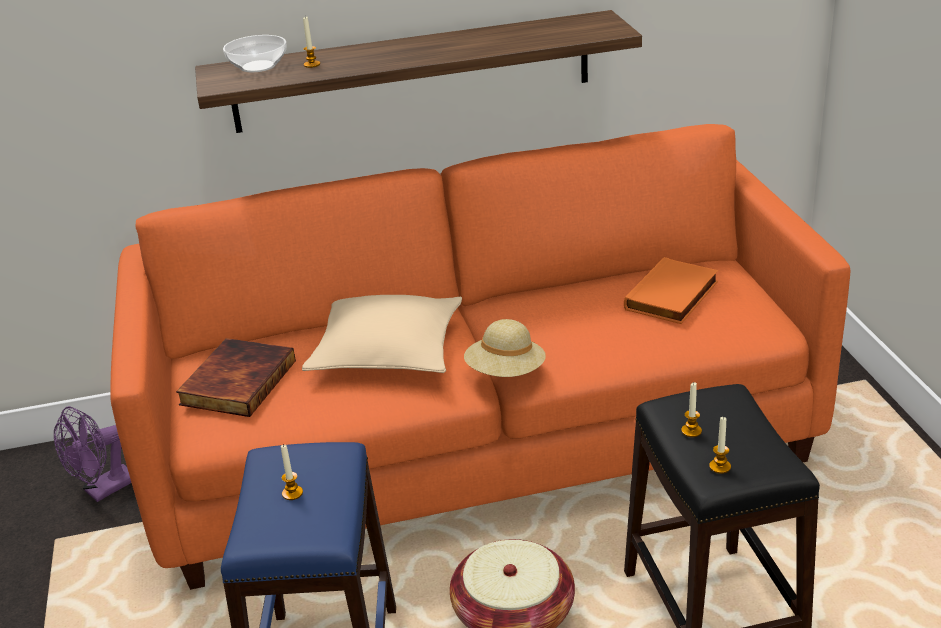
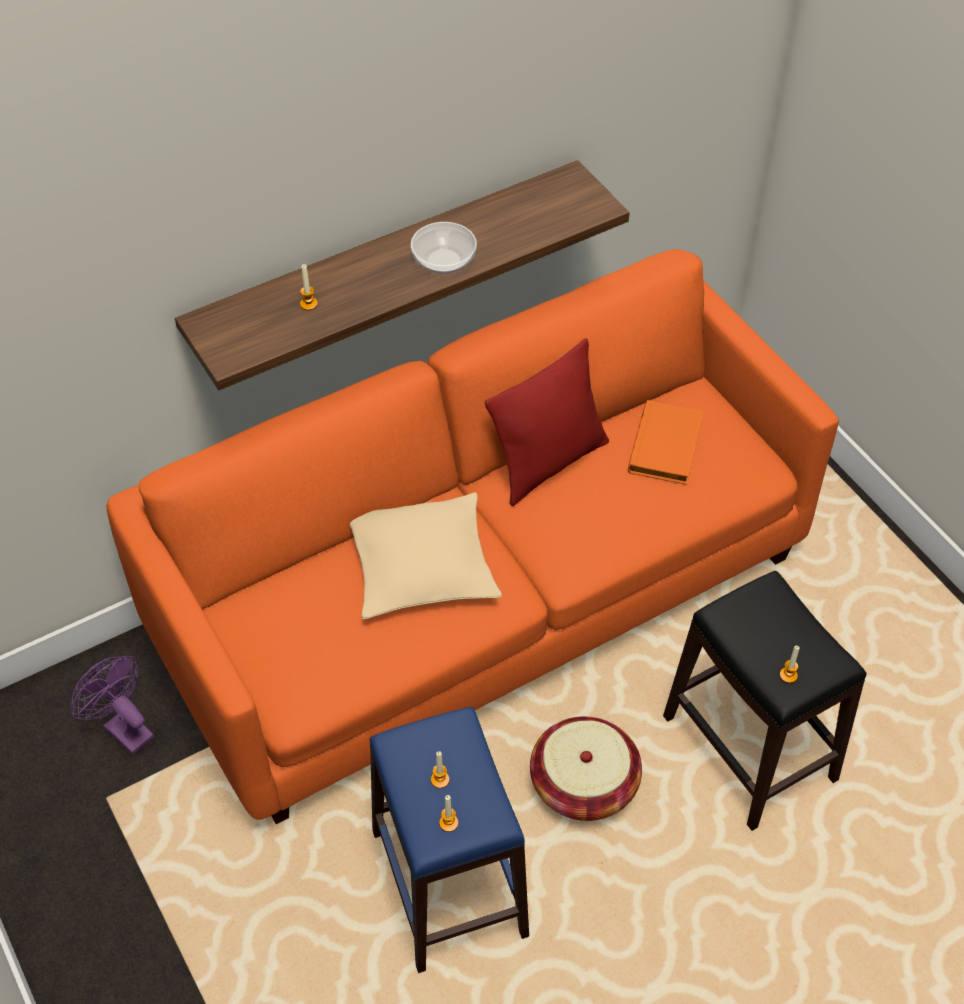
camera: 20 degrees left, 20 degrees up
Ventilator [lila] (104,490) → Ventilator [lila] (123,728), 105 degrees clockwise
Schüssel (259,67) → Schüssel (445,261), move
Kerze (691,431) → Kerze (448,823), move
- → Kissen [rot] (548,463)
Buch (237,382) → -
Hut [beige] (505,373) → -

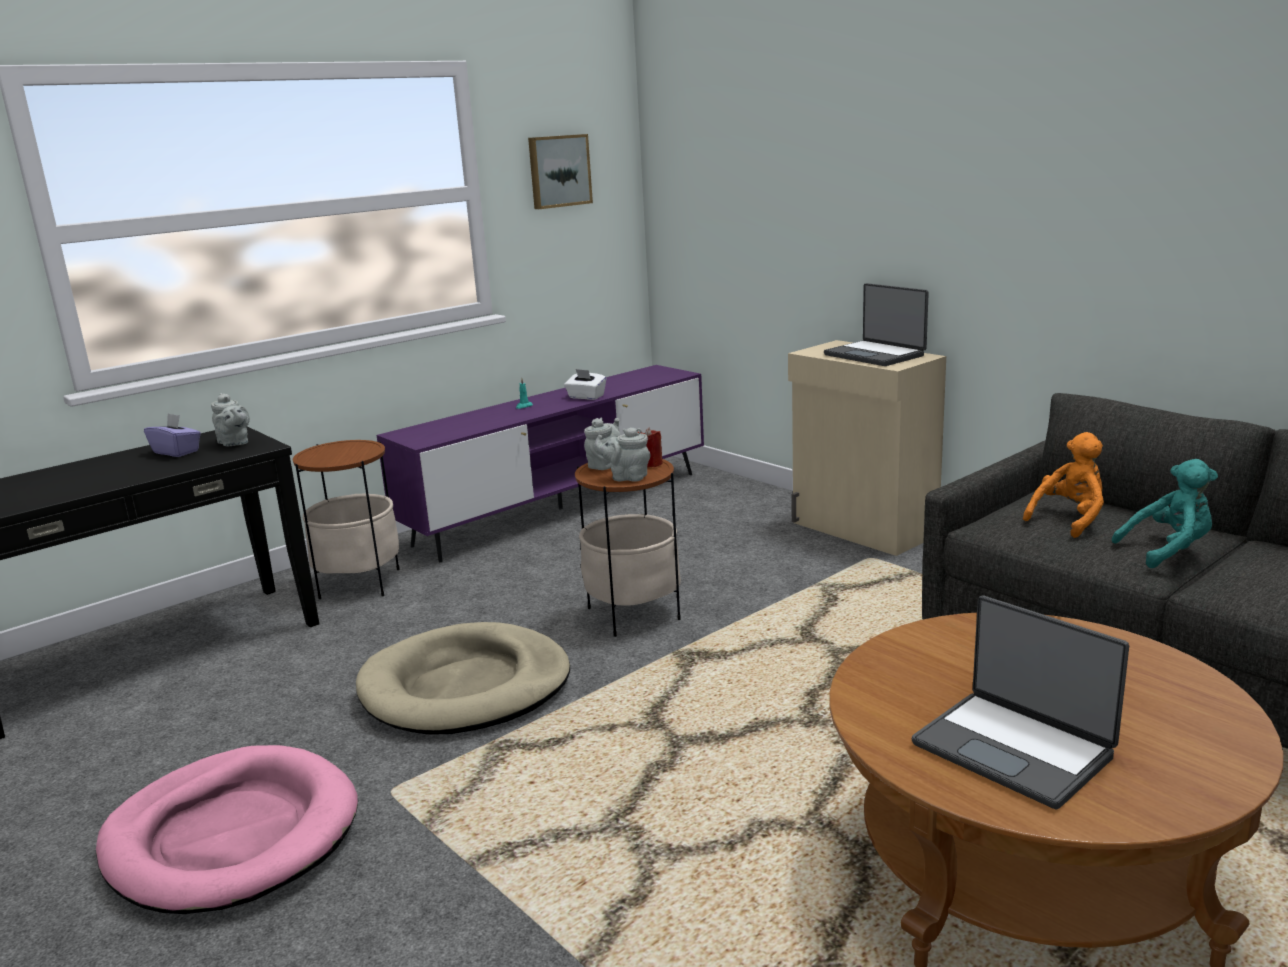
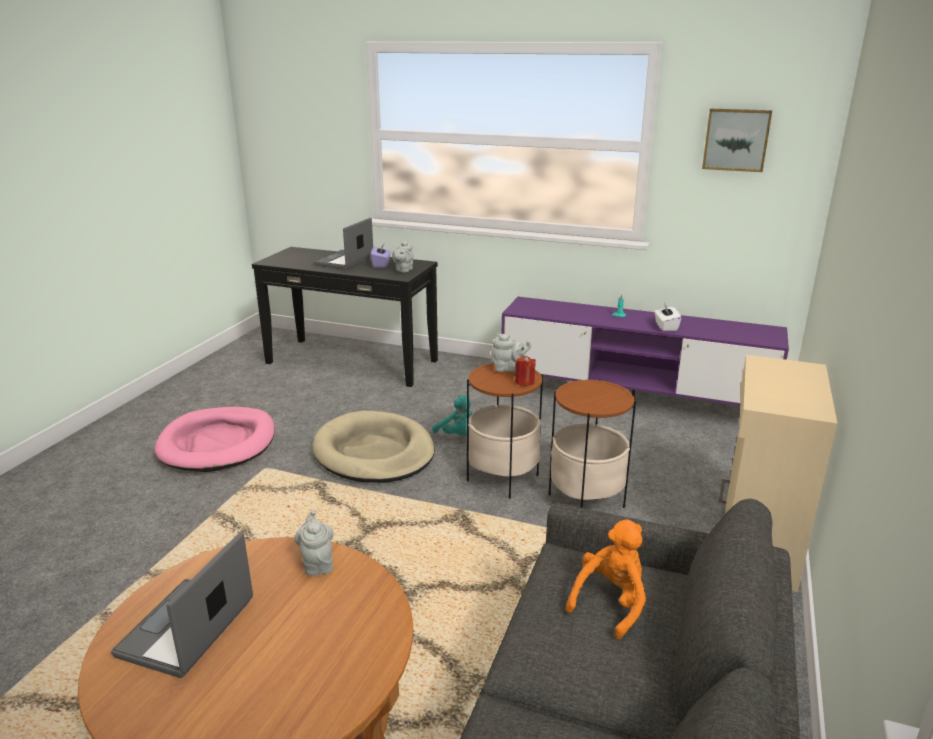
camera: 60 degrees right, 5 degrees up
Teekanne [grau] (626,477) → Teekanne [grau] (317,563), move
Laptop (875,355) → Laptop (345,261), move
Plüschtier [türkis] (1168,551) → Plüschtier [türkis] (459,436), move
Beistelltisch (360,583) → Beistelltisch (586,500), move
Plüschtier [orange] (1069,519) → Plüschtier [orange] (610,603), 75 degrees counterclockwise

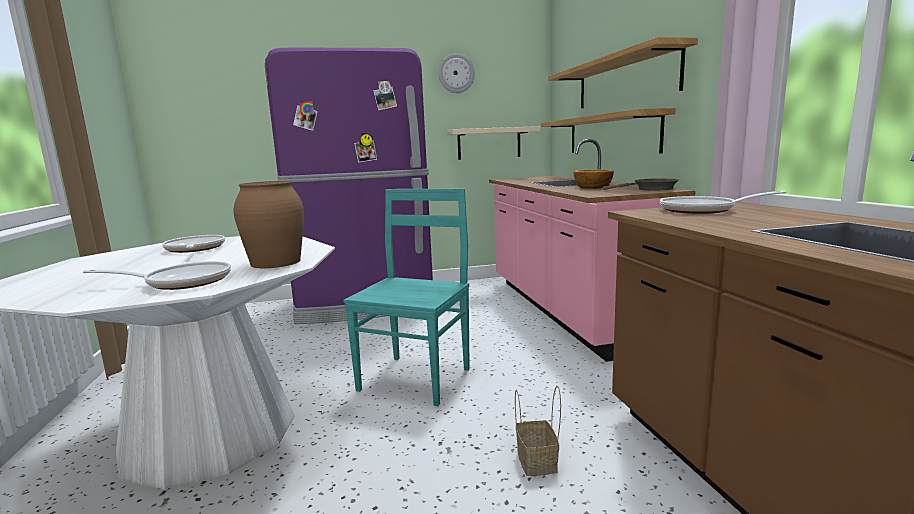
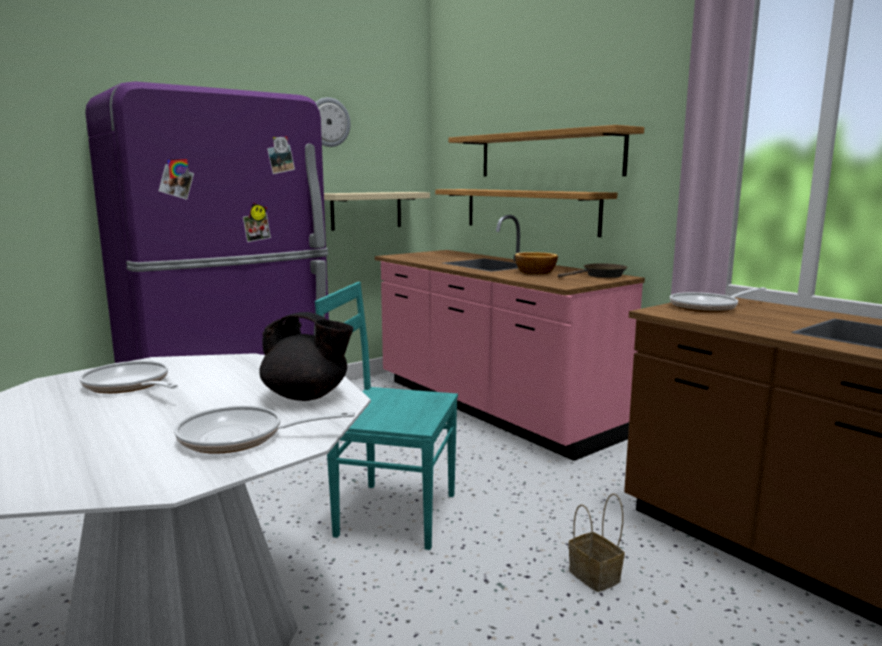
camera: 25 degrees left, 0 degrees up
Pfanne (182,282) → Pfanne (240,437), 150 degrees counterclockwise
Vase [braun] (275,262) → Teekanne [schwarz] (307,396)
Stuhl [türkis] (416,378) → Stuhl [türkis] (393,514), 75 degrees counterclockwise

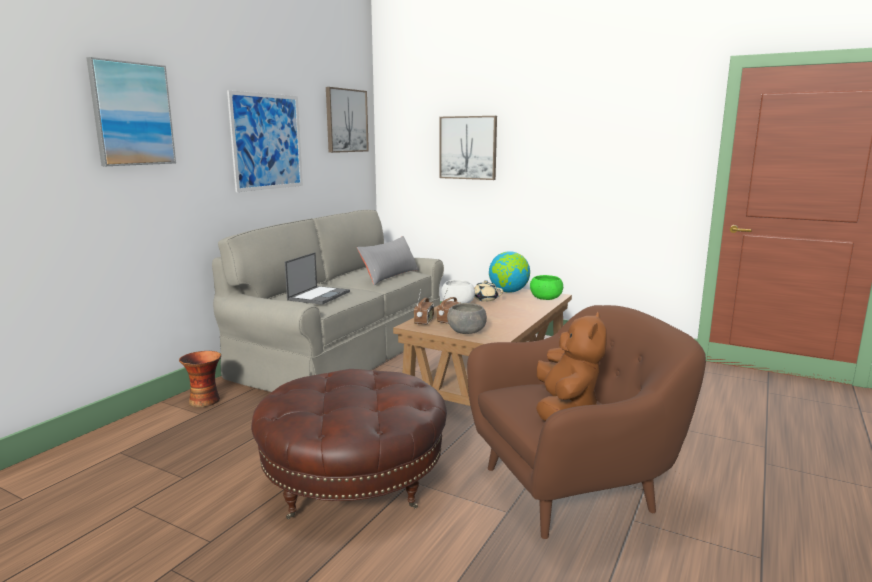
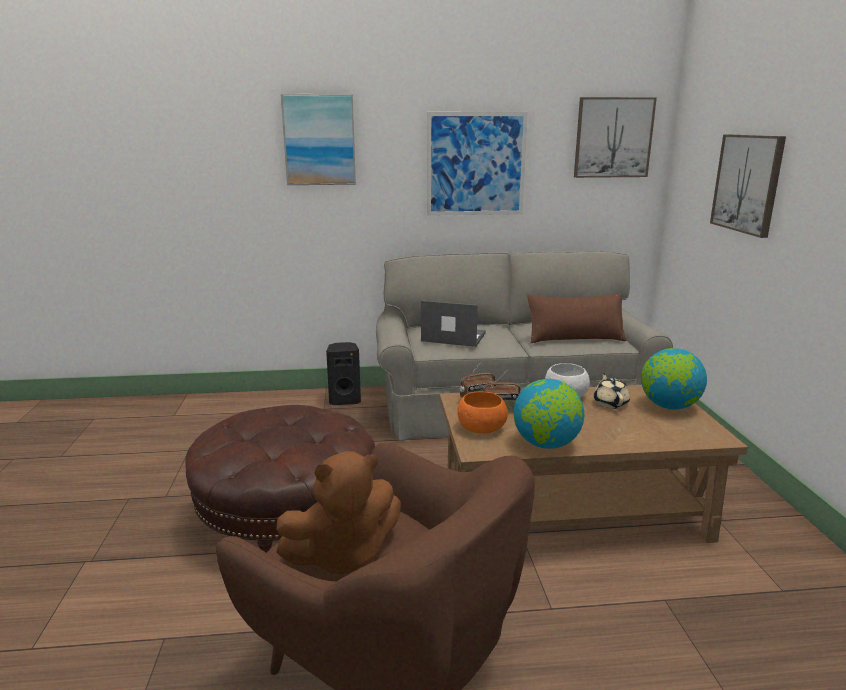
camera: 55 degrees right, 5 degrees up
Vase (205,400) → Lautsprecher [schwarz] (345,400)
Laptop (319,295) → Laptop (452,337), 150 degrees counterclockwise
Schüssel [grau] (466,331) → Schüssel [orange] (481,428)
- → Globus (546,444)
Kissen [grau] (389,276) → Kissen [braun] (574,338)
Schüssel [grün] (546,298) → -

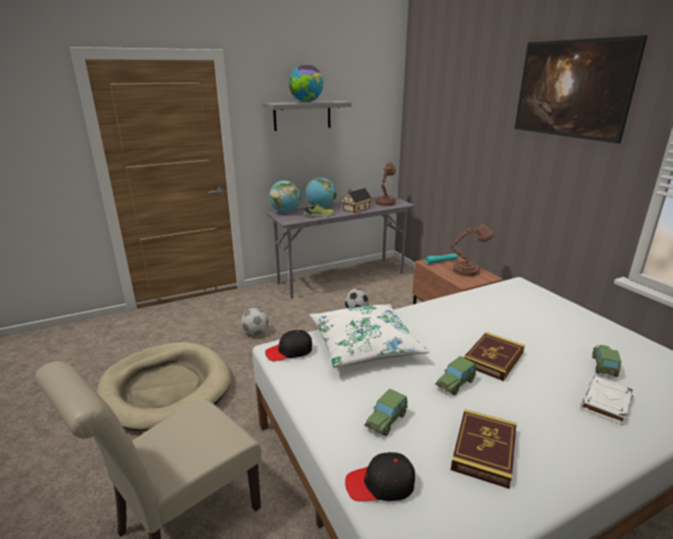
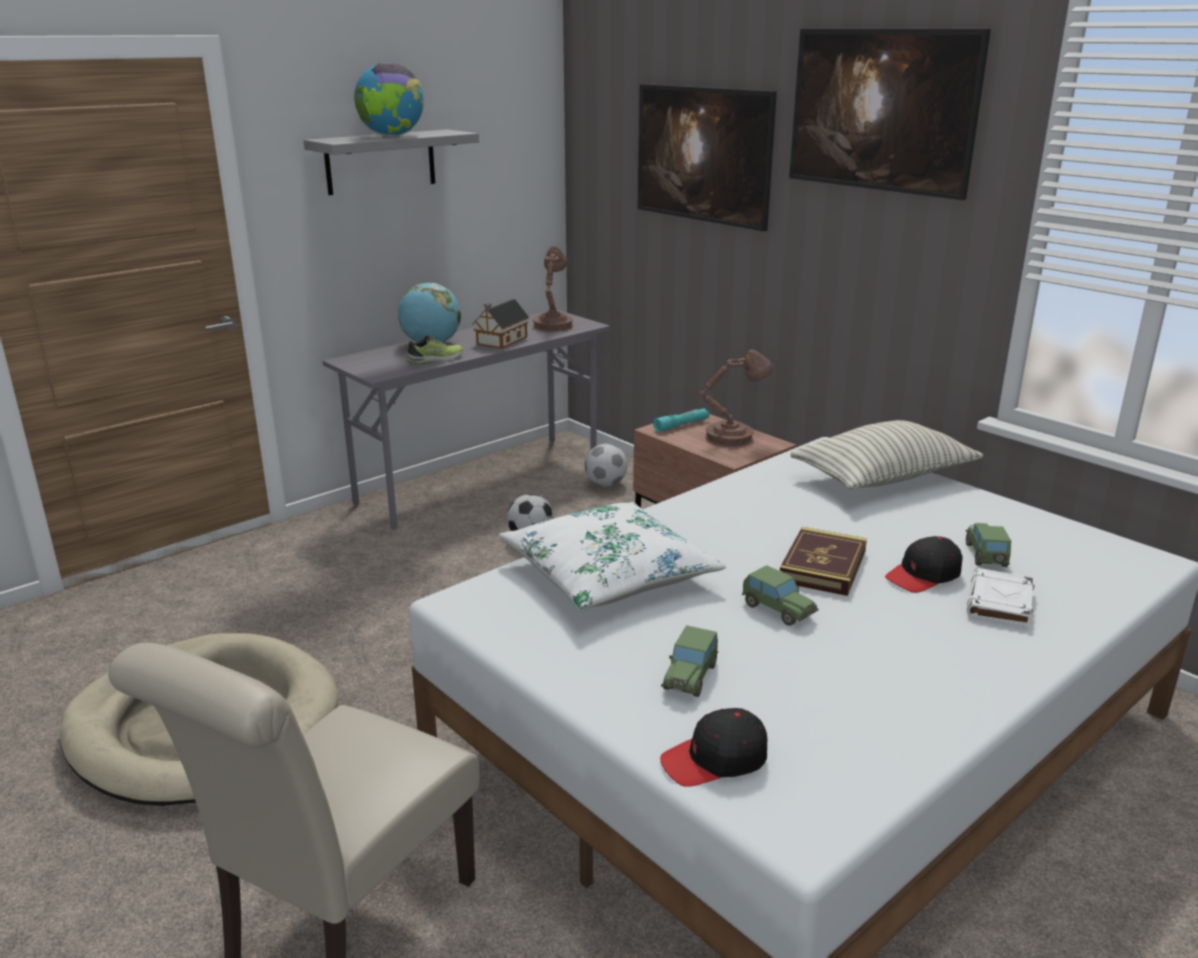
camera: 15 degrees left, 0 degrees up
Fußball (255,333) → Fußball (606,484), move
- → Bild (701,187)
Spielzeugauto (455,383) → Spielzeugauto (777,609), 75 degrees counterclockwise
- → Kissen (883,478)
Kappe [schwarz] (289,351) → Kappe [schwarz] (923,575), move
Globus (285,212) → -
Buch (484,450) → -

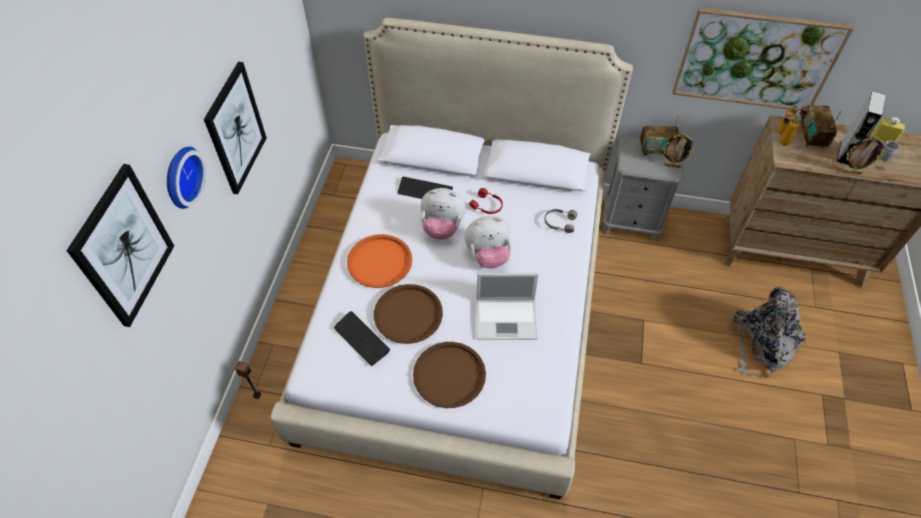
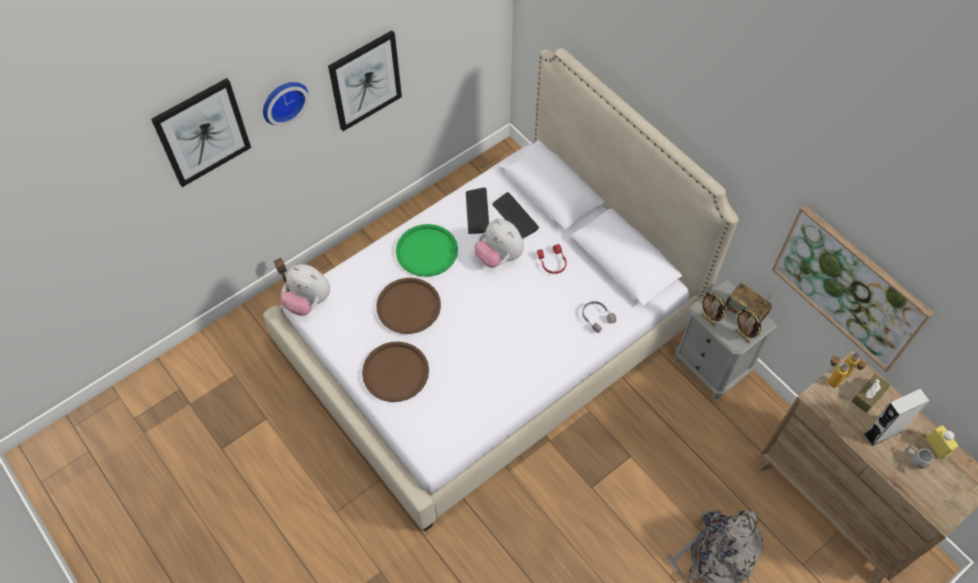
camera: 40 degrees right, 5 degrees up
Plüschtier (488,255) → Plüschtier (308,301), move
Tablett [orange] (379,261) → Tablett [grün] (427,251)
Tastatur (361,339) → Tastatur (477,212), move
Bilderrahmen (851,172) → Bilderrahmen (708,320), move
Radio (811,137) → Taschentuchbox [braun] (868,396)
Laptop (507,319) → -

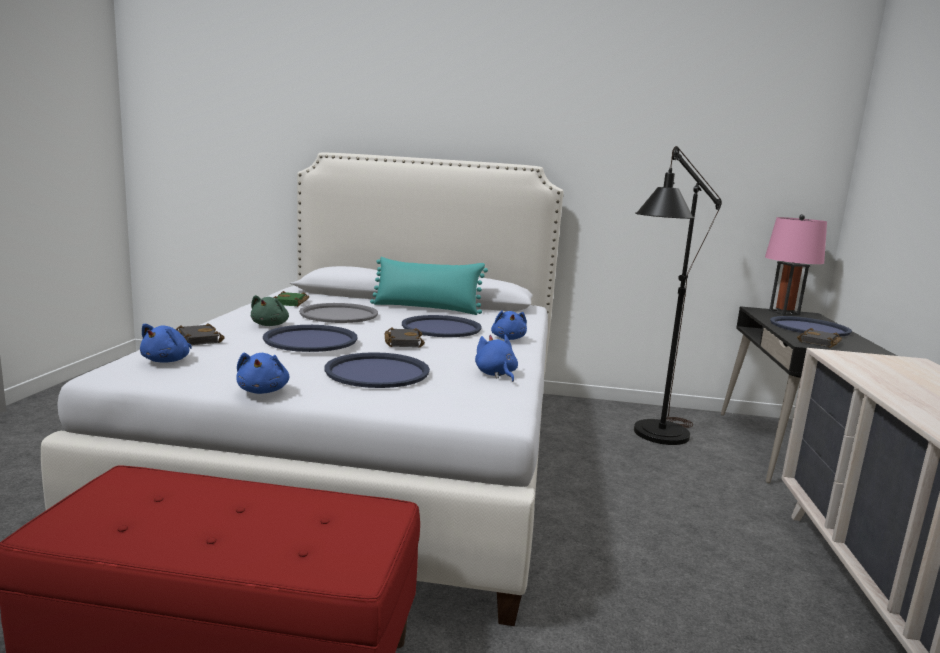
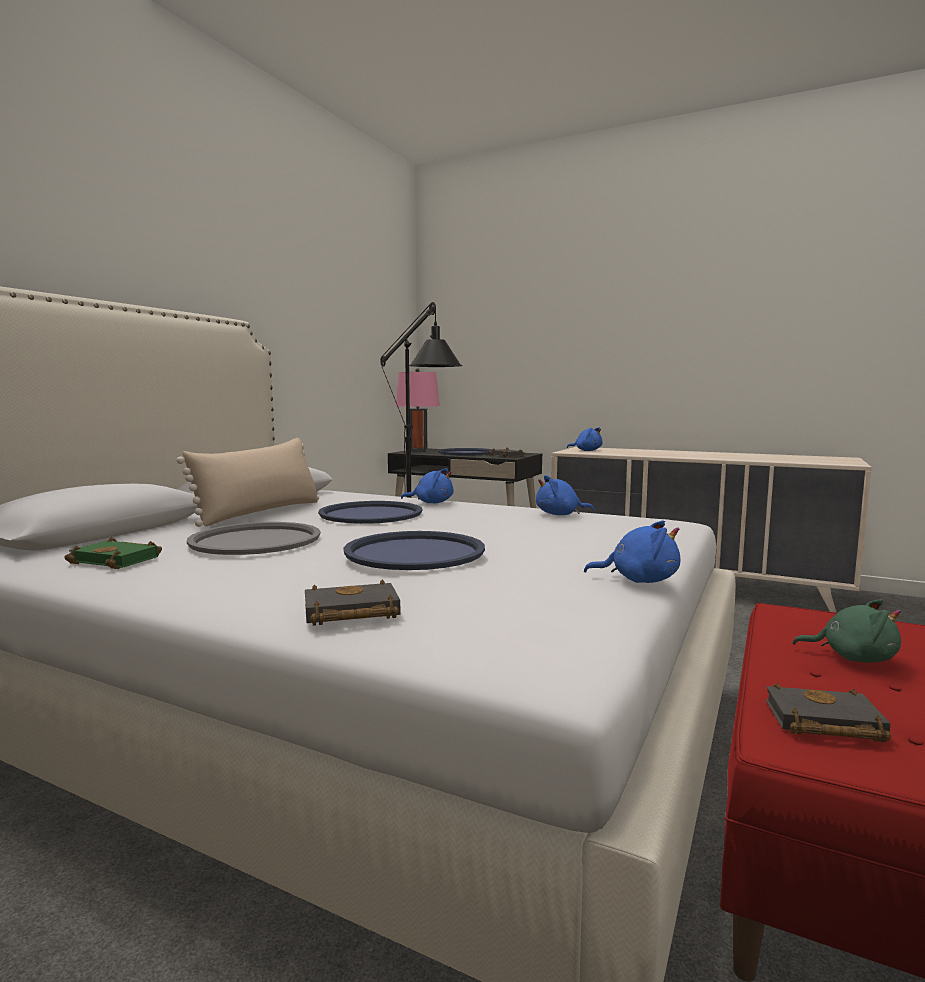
camera: 70 degrees left, 5 degrees down
Kissen [türkis] (426,308) → Kissen [beige] (260,512)
Plüschtier [blau] (168,360) → Plüschtier [blau] (587,451), move
Buch [schwarz] (402,342) → Buch [schwarz] (822,723), move
Plüschtier [grün] (270,325) → Plüschtier [grün] (852,657), move
Tablett [blau] (377,372) → -

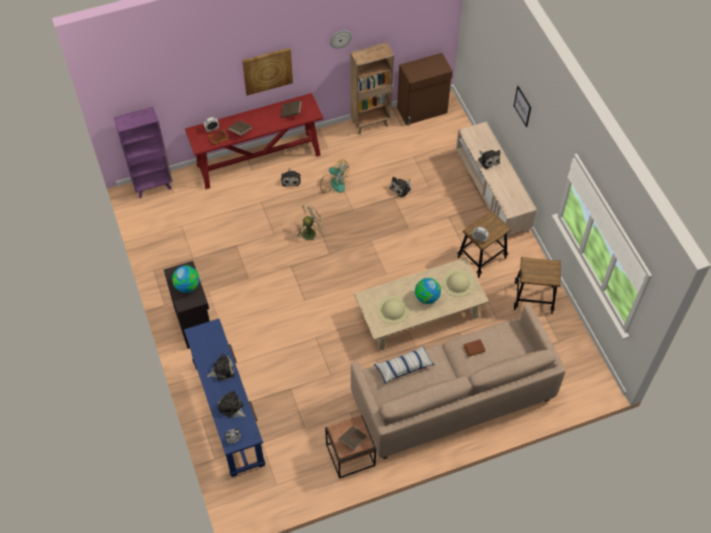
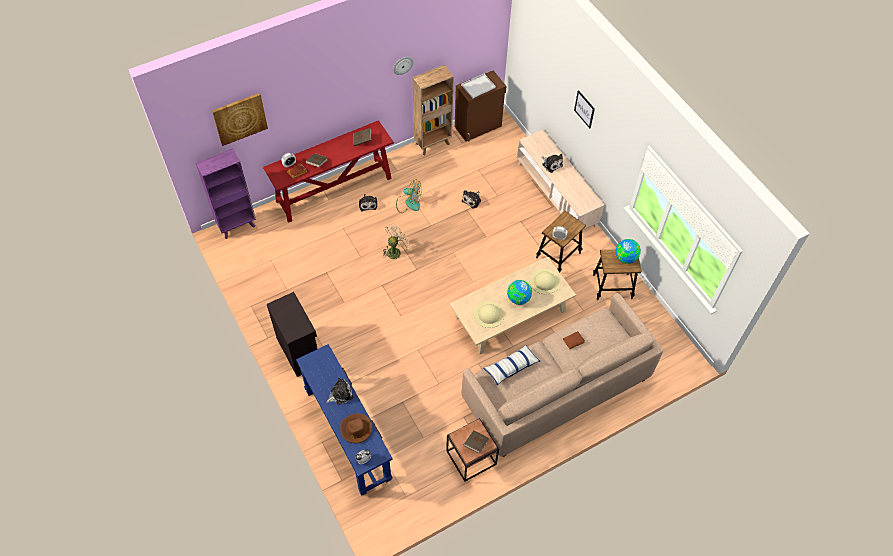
camera: 10 degrees left, 0 degrees up
Bild (267,70) → Bild (240,118), move
Plüschtier (231,408) → Hut [braun] (356,429)
- → Tablett [weiß] (478,87)
Globus (187,285) → Globus (625,257), move

